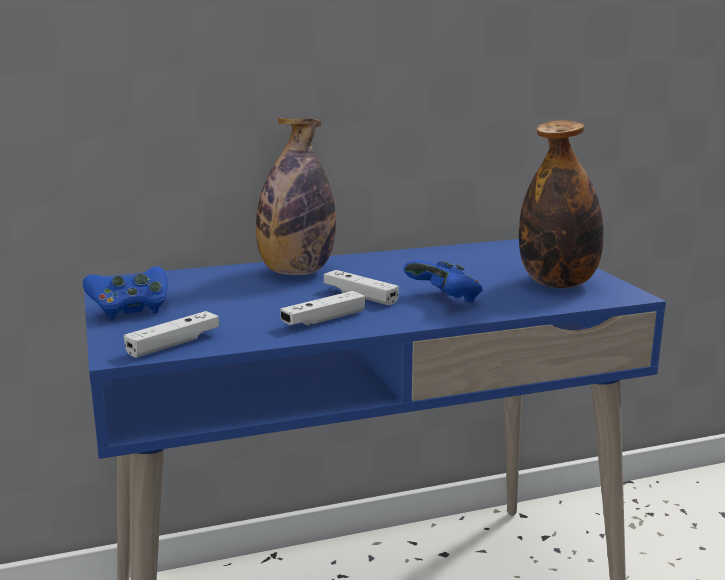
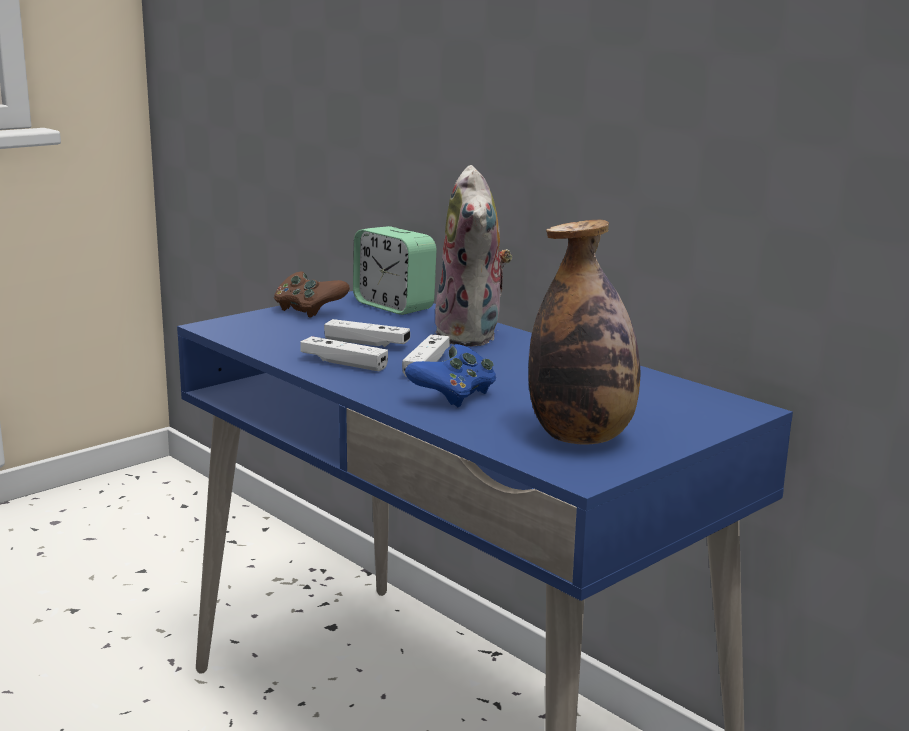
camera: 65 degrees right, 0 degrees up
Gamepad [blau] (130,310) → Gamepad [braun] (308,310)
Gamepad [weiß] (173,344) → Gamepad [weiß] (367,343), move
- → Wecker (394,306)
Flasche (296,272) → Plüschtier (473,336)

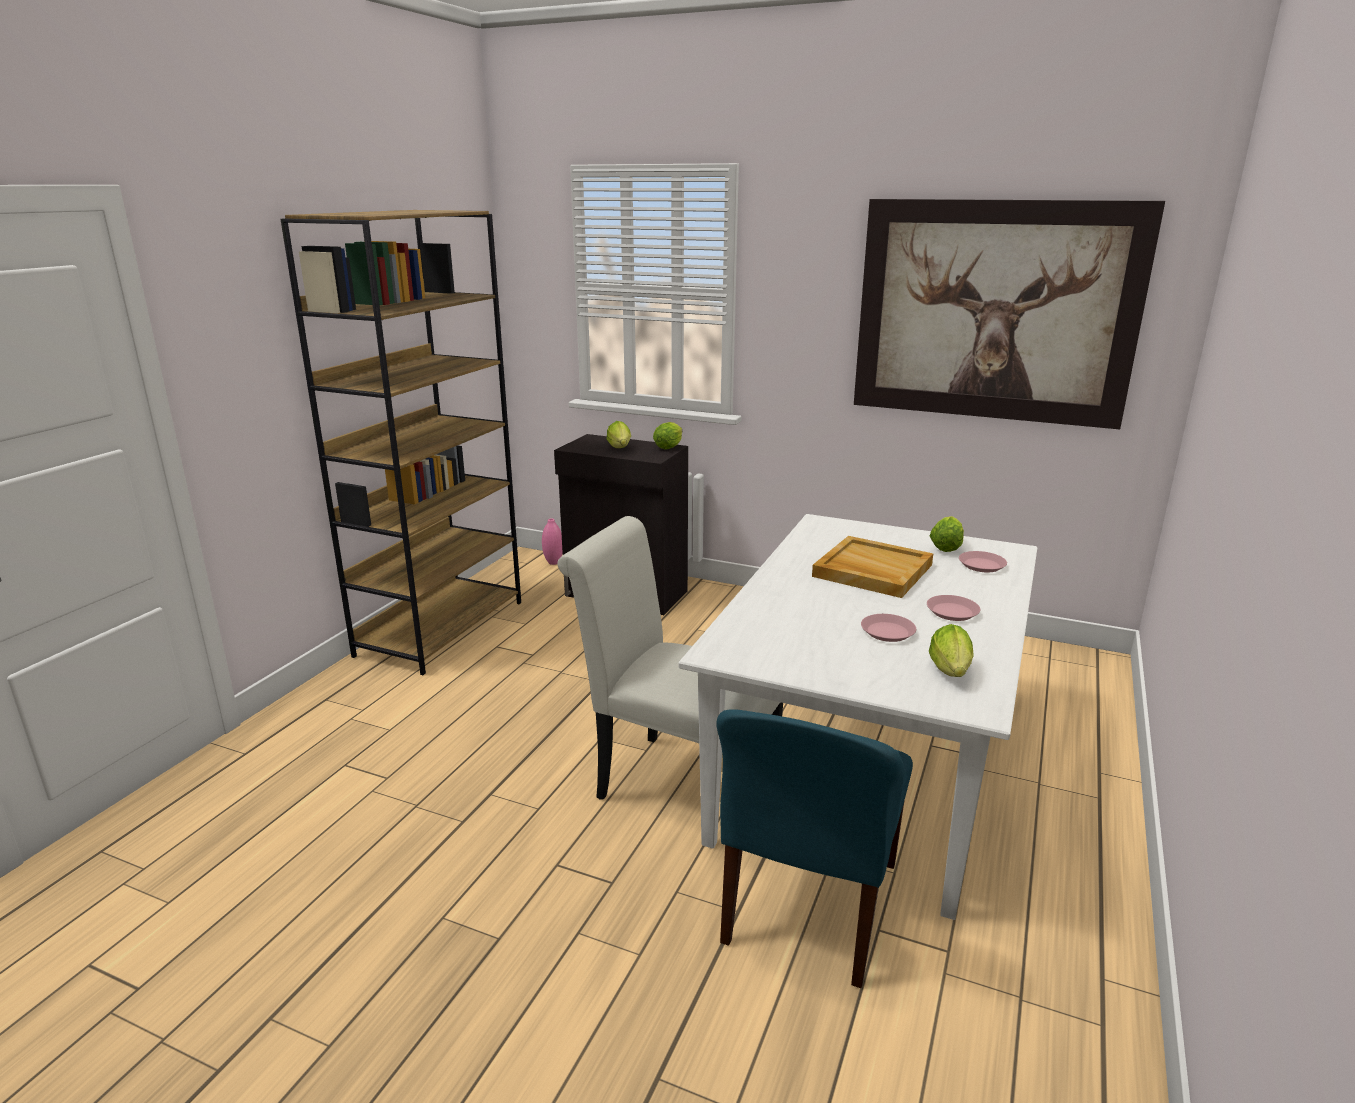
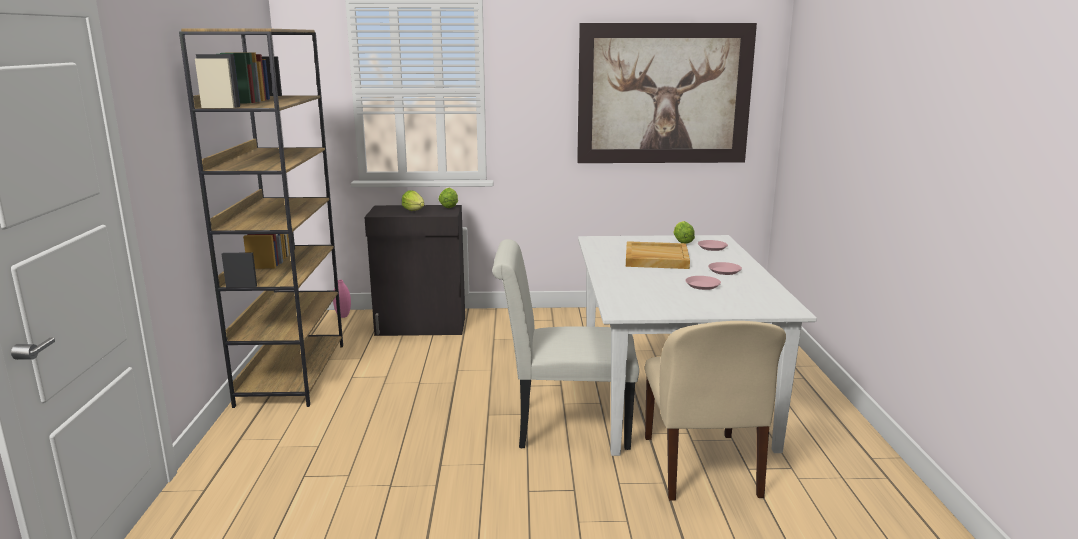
camera: 25 degrees left, 5 degrees down
Stuhl [blau] (809,905) → Stuhl [beige] (701,468)
Salatkopf (951,673) → -

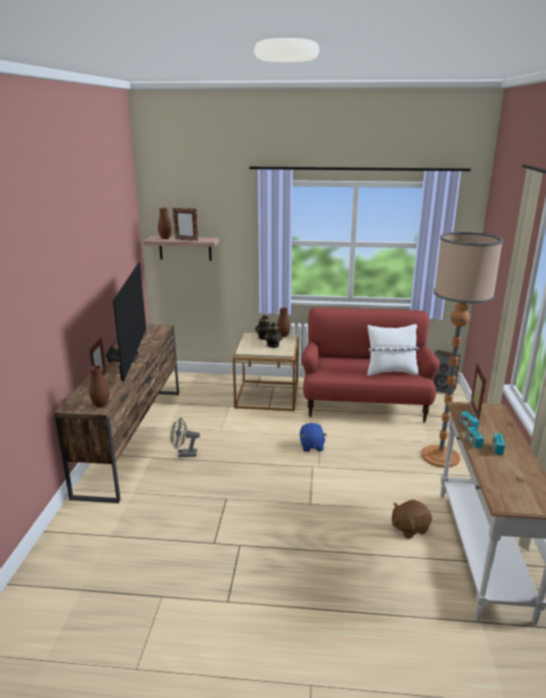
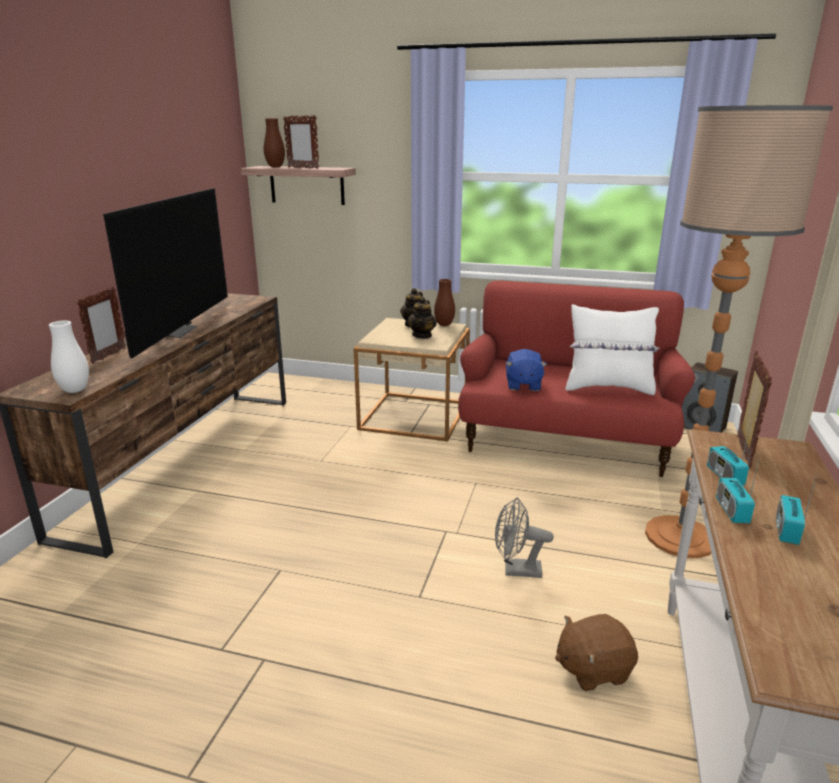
camera: 10 degrees right, 0 degrees up
Vase [braun] (101,405) → Vase [weiß] (75,390)
Ventilator [grau] (184,454) → Ventilator [grau] (516,570), move
Plüschtier [blau] (311,446) → Plüschtier [blau] (523,385), move

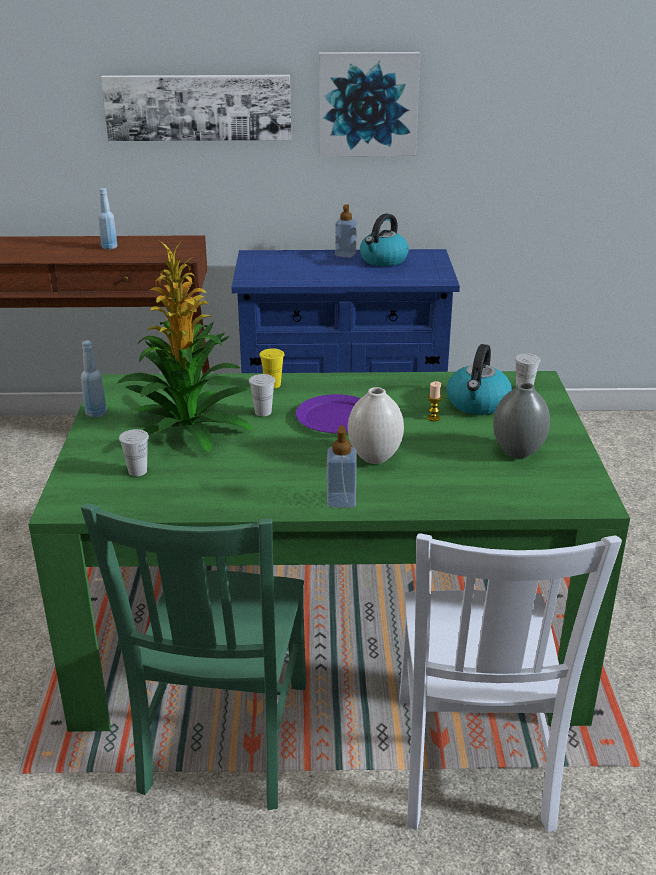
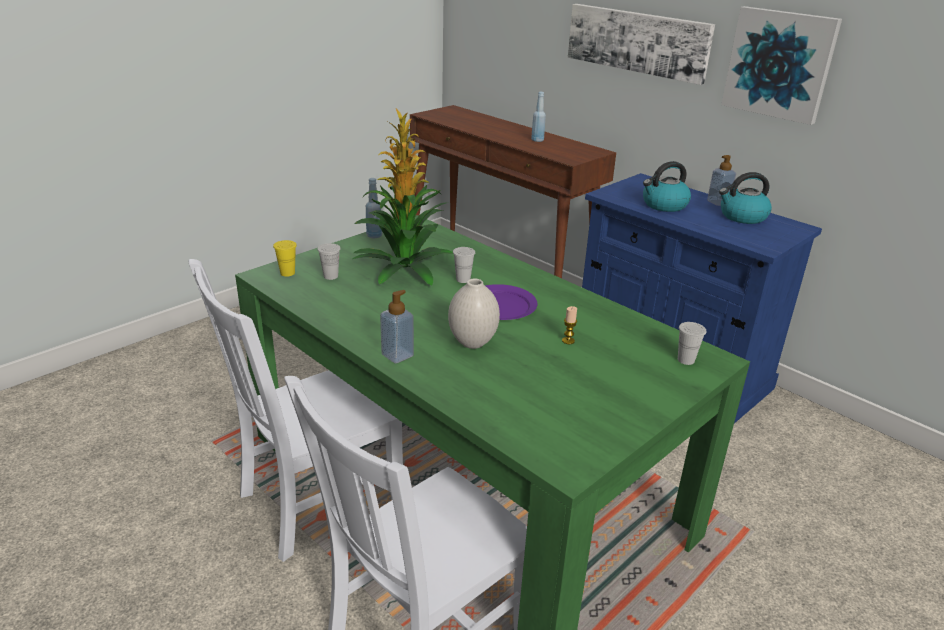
camera: 45 degrees right, 0 degrees up
Stuhl [grün] (224,741) → Stuhl [weiß] (315,501)
Tasse [gelb] (272,385) → Tasse [gelb] (287,273), move
Wasserkessel (478,403) → Wasserkessel (664,205), move
Vase [grau] (518,453) → -

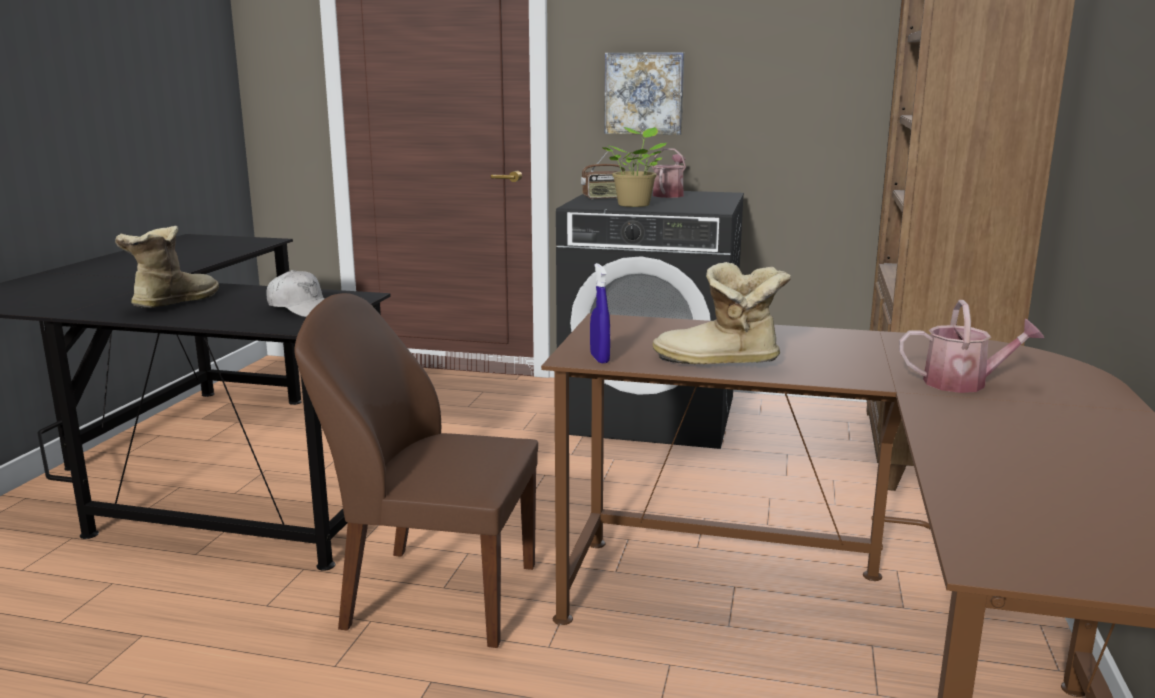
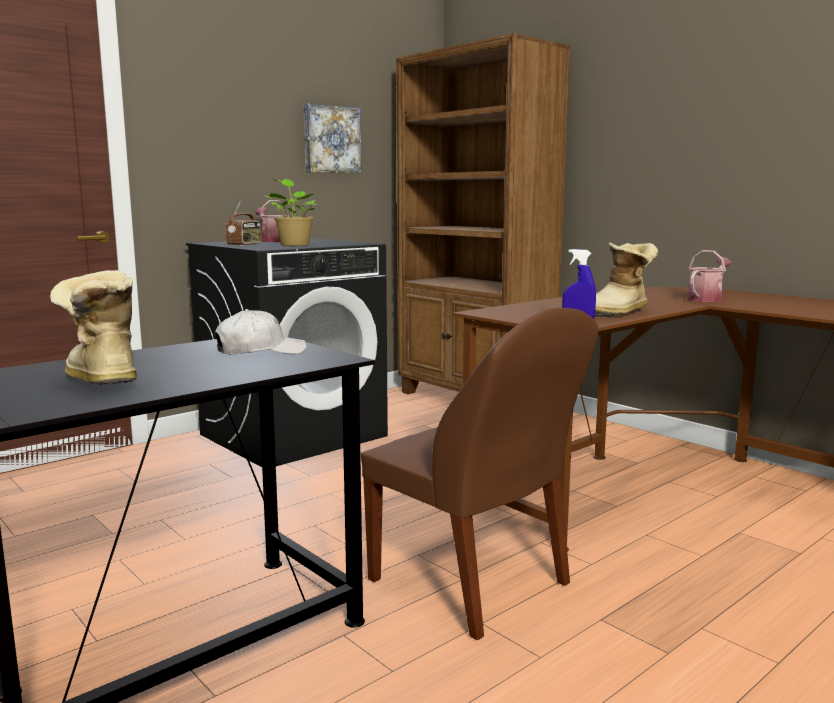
camera: 55 degrees left, 5 degrees down
Bild (644,93) → Bild (331,140), move
Stuhl [braun] (436,595) → Stuhl [braun] (472,584), 90 degrees counterclockwise

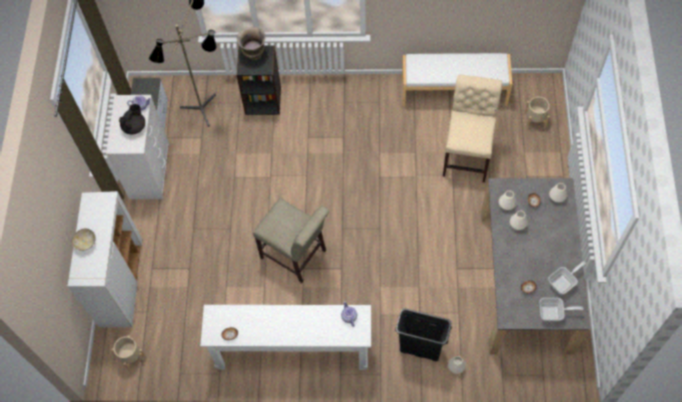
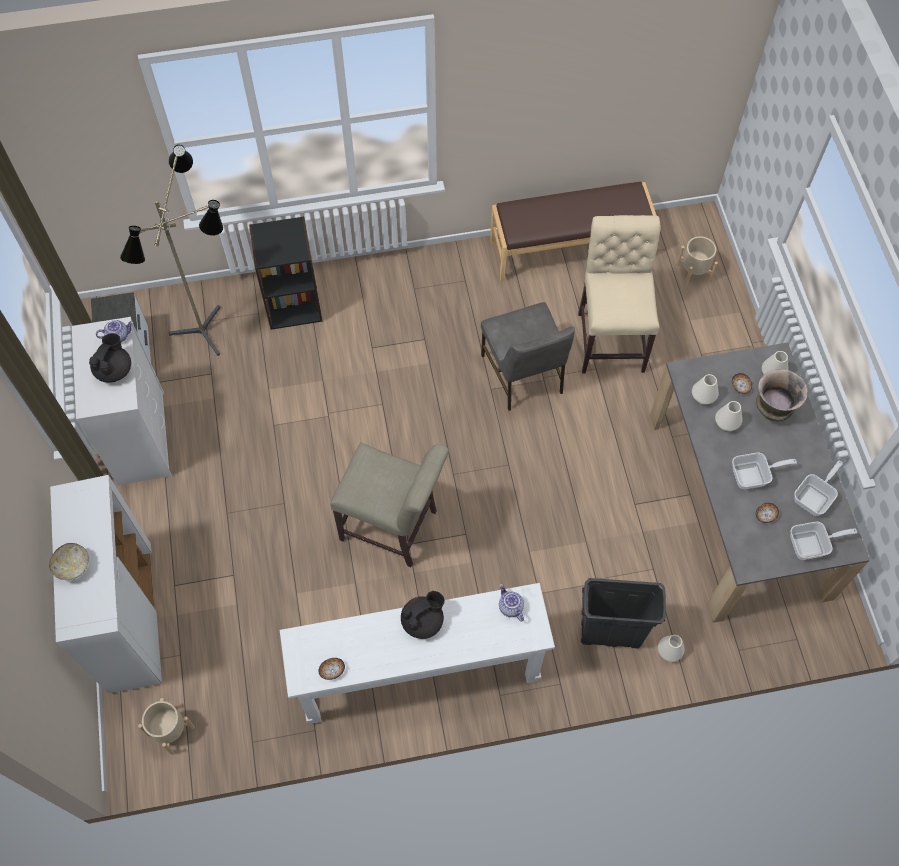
camera: 15 degrees left, 0 degrees up
- → Teekanne [schwarz] (423,621)
- → Stuhl [grau] (523,375)
Bank [weiß] (454,90) → Bank [braun] (569,248)
- → Pfanne (754,476)
Vase (253,54) → Vase (771,411), move

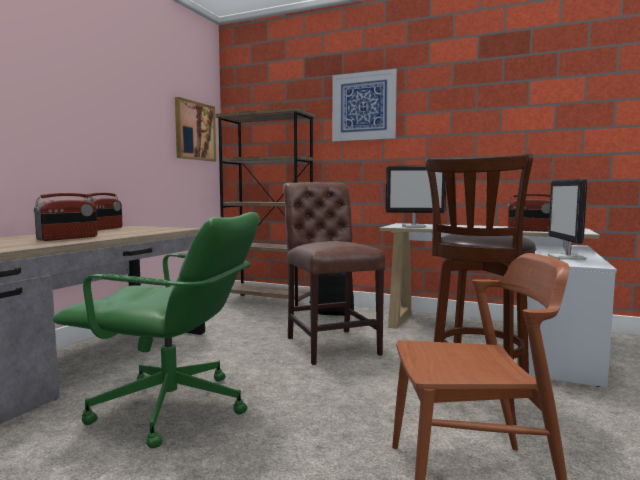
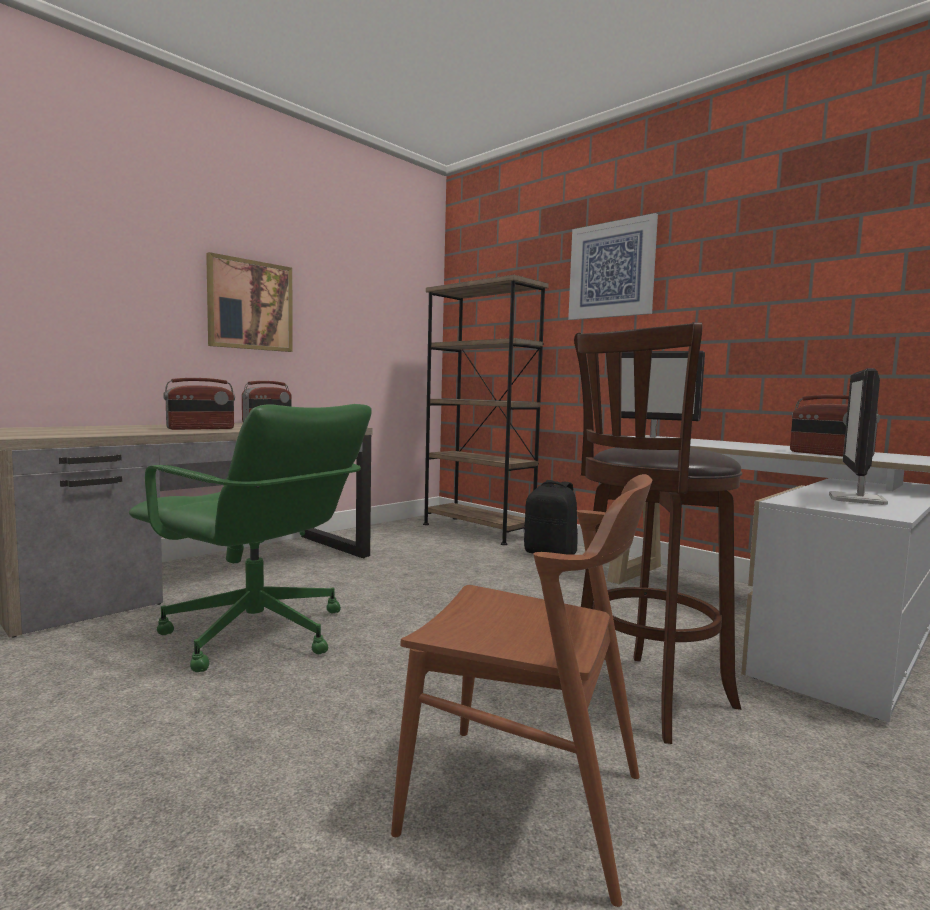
camera: 20 degrees right, 0 degrees up
Bild (195,131) → Bild (250,305), move
Stuhl [braun] (330,344) → -

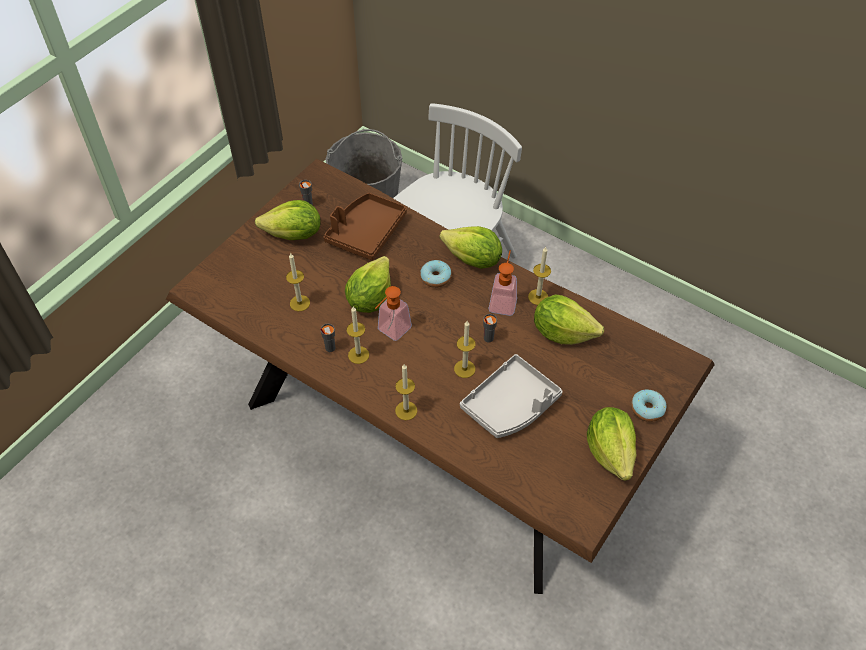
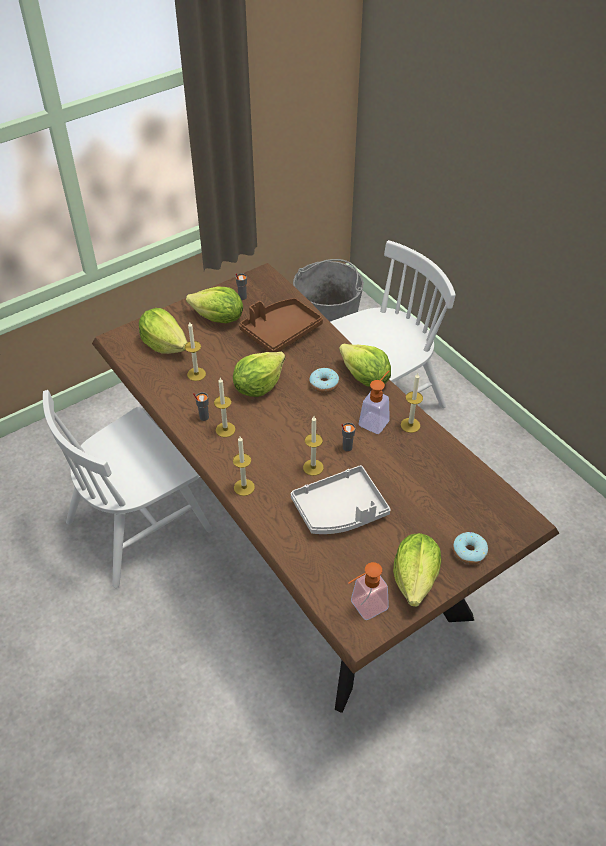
camera: 20 degrees right, 5 degrees down
- → Stuhl [weiß] (139,525)
Salatkopf (562,332) → Salatkopf (164,344), move
Seifenspender (390,332) → Seifenspender (363,608), move

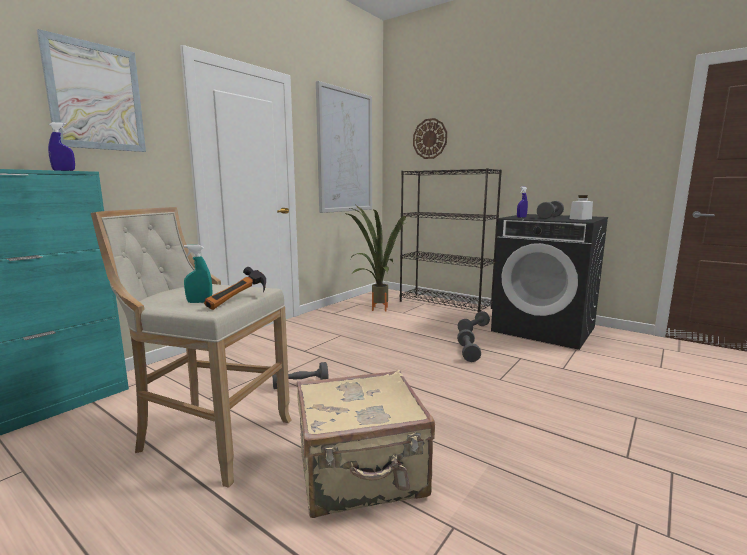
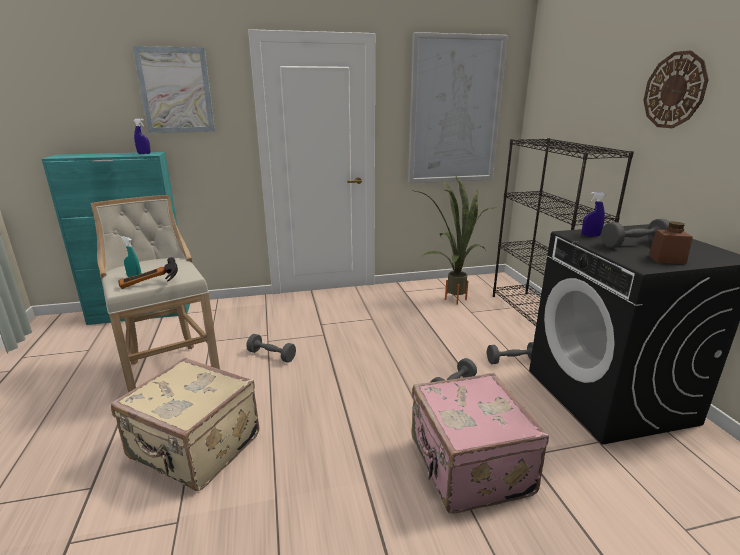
camera: 40 degrees right, 10 degrees up
- → Koffer [rosa] (467,467)
Wanduhr (430,139) → Wanduhr (674,90), move
Vorratsglas [weiß] (580,219) → Vorratsglas [braun] (667,259)

